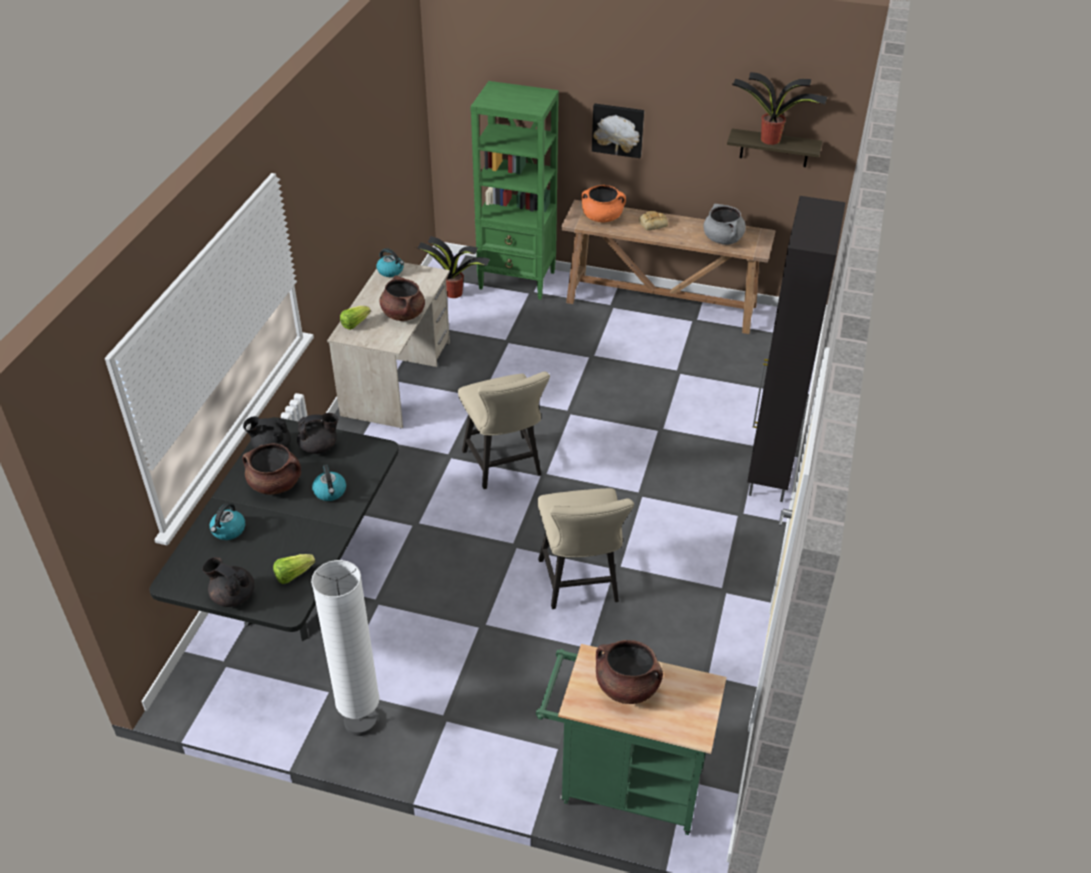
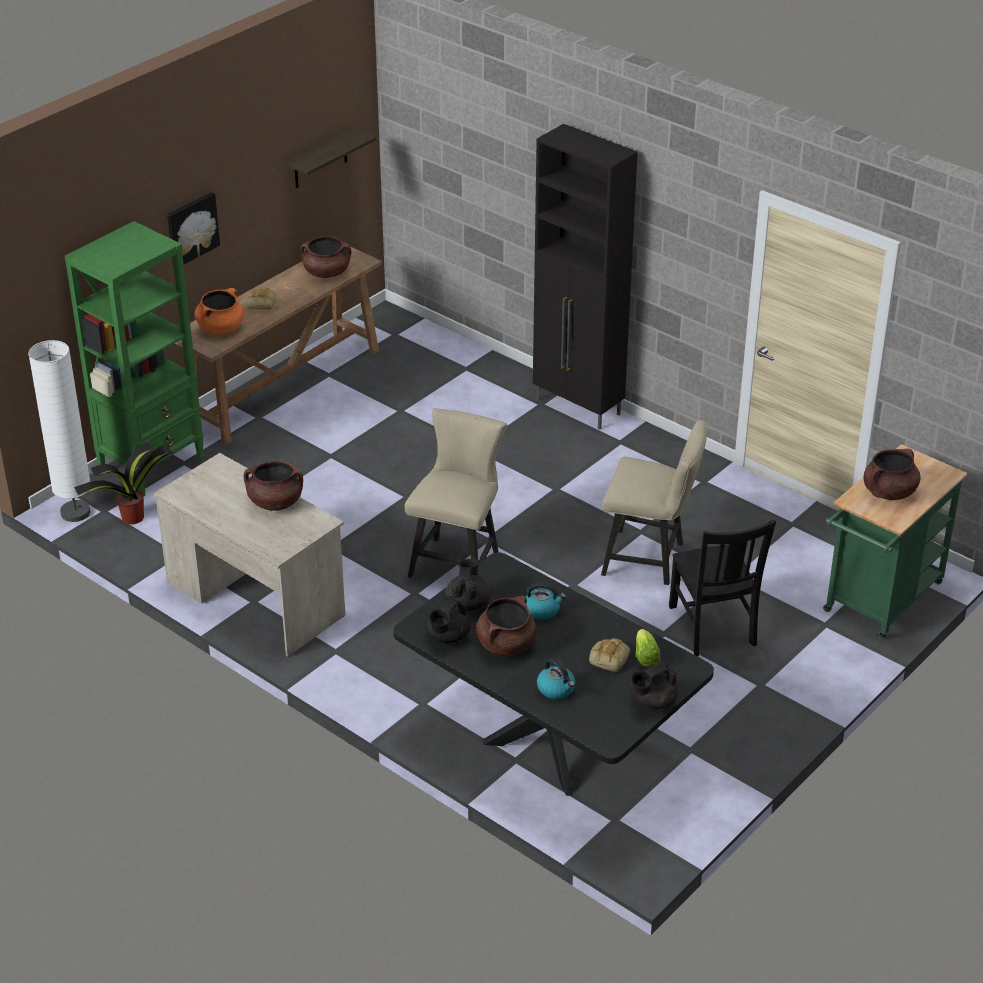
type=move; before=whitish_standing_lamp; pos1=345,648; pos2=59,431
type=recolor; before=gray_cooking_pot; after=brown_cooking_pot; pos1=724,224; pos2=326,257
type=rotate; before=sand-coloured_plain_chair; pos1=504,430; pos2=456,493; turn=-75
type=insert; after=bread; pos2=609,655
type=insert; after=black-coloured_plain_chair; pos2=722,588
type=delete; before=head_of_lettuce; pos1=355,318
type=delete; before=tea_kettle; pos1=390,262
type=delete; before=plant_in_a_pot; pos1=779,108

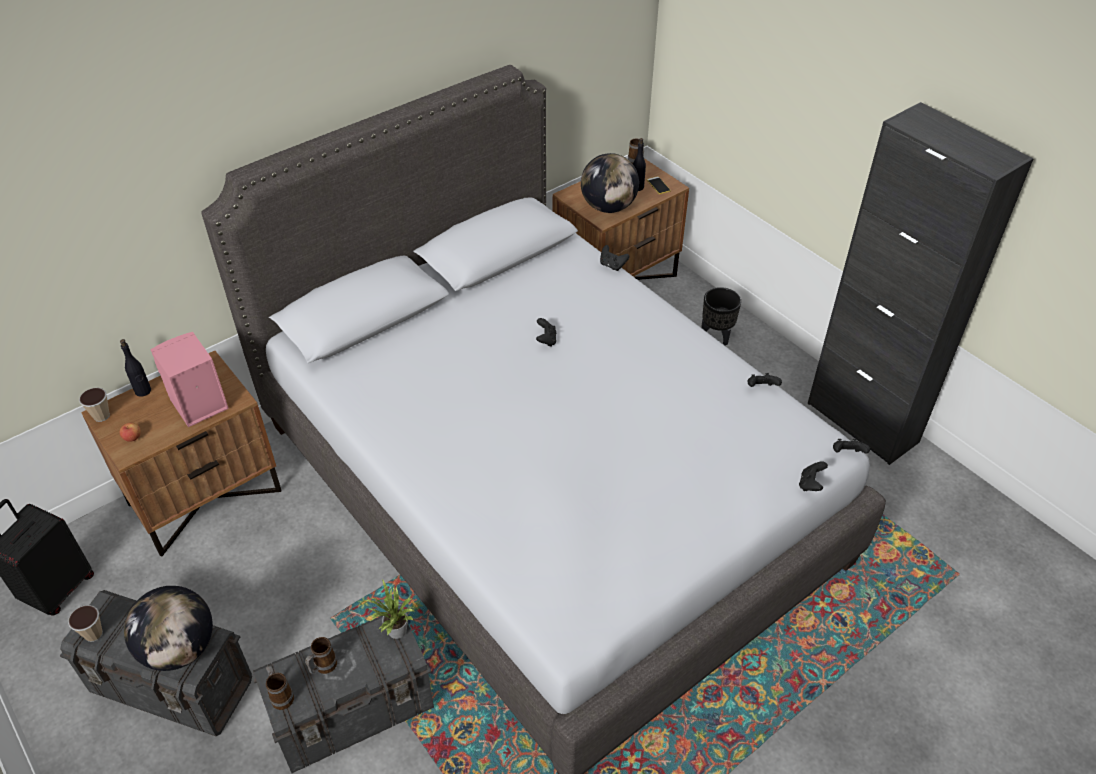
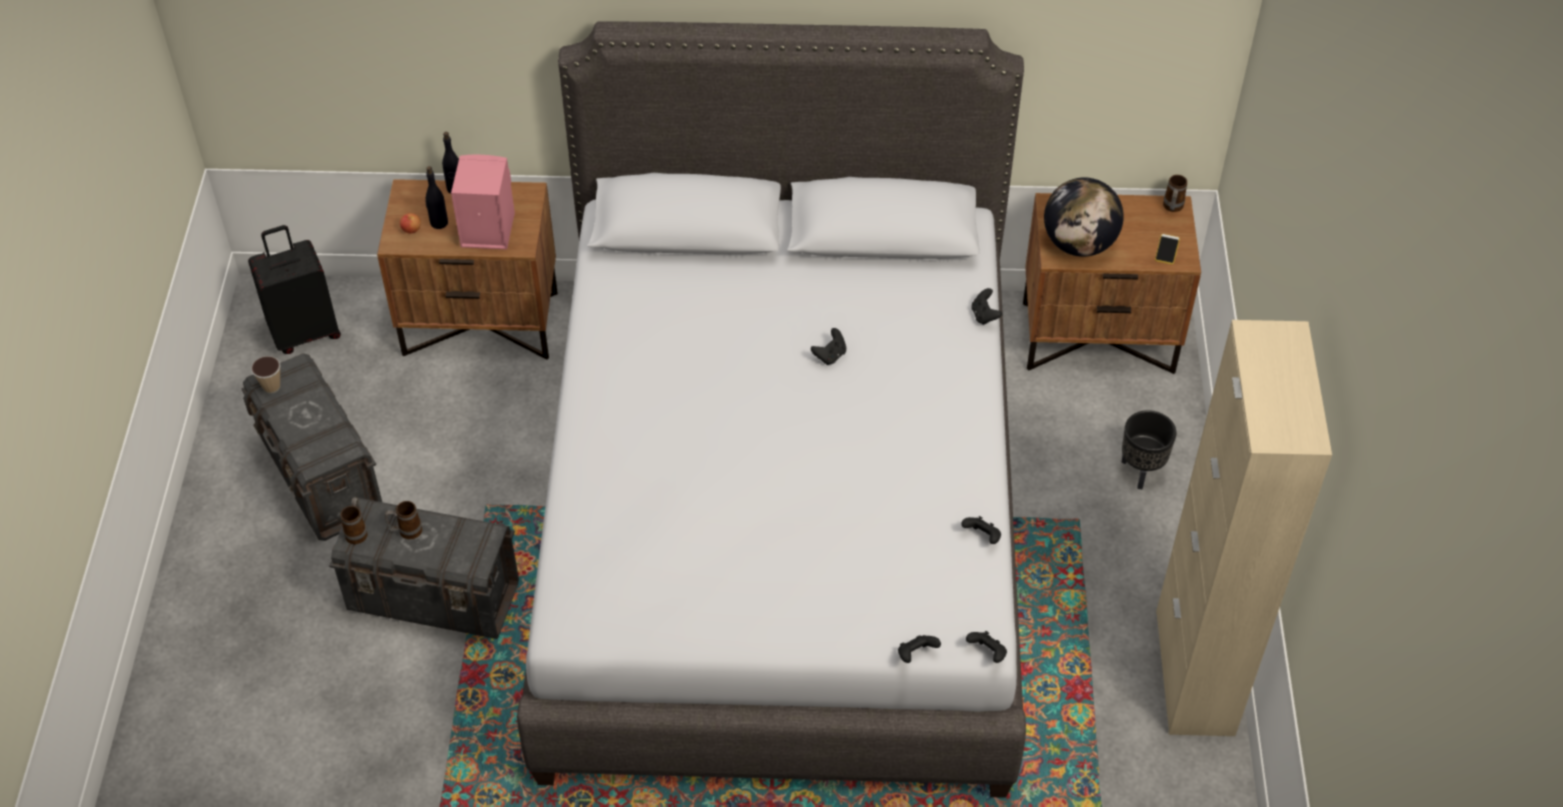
type=move; before=black-coloured_bottle; pos1=639,164; pos2=437,197
type=recolor; before=black-coloured_cabinet; after=sand-coloured_cabinet; pos1=920,283; pos2=1244,528
type=delete; before=drinking_cup; pos1=94,405
type=delete; before=desk_globe; pos1=168,628
type=delete; before=plant_in_a_pot; pos1=389,609

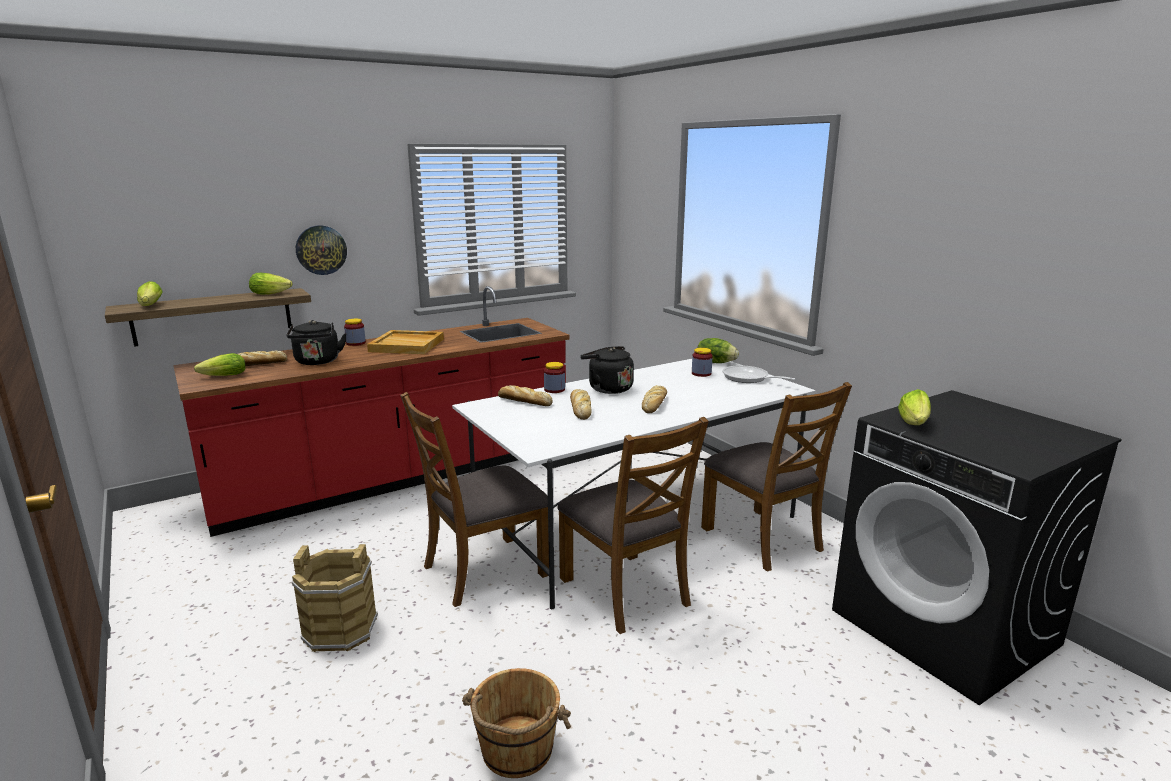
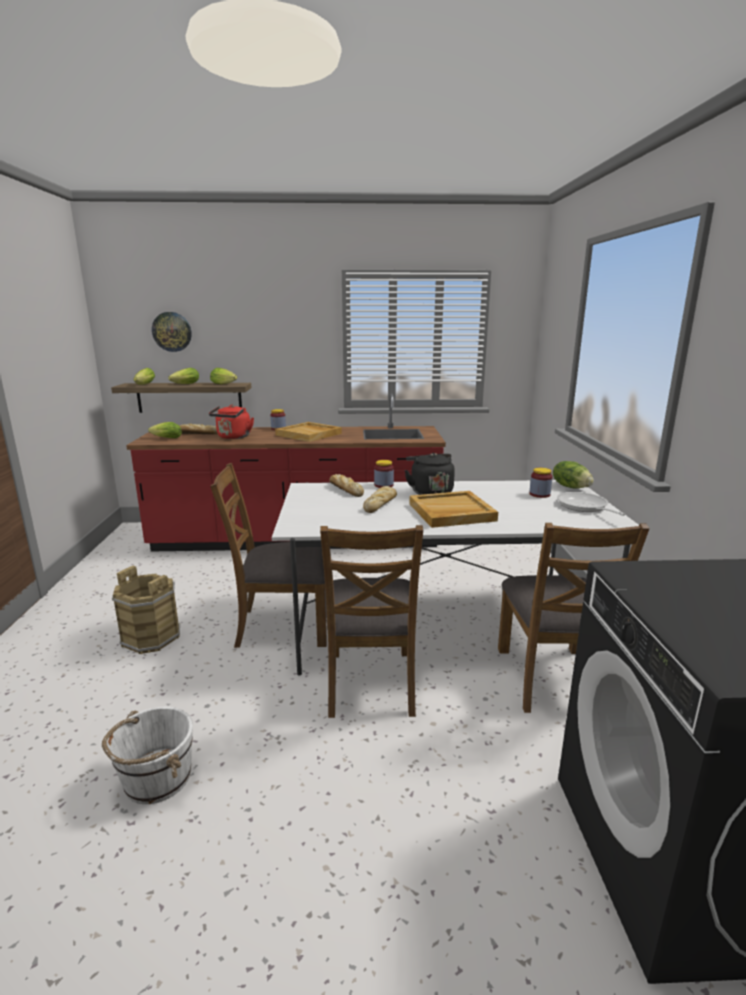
type=recolor; before=brown_bucket; after=whitish_bucket; pos1=516,723; pos2=147,755
type=move; before=clock_on_the_wall; pos1=321,250; pos2=172,332
type=move; before=head_of_lettuce; pos1=914,407; pos2=183,376
type=recolor; before=black-coloured_tea_kettle; after=red_tea_kettle; pos1=317,342; pos2=231,422
type=replace; before=bread; after=sand-coloured_serving_tray; pos1=654,399; pos2=453,509

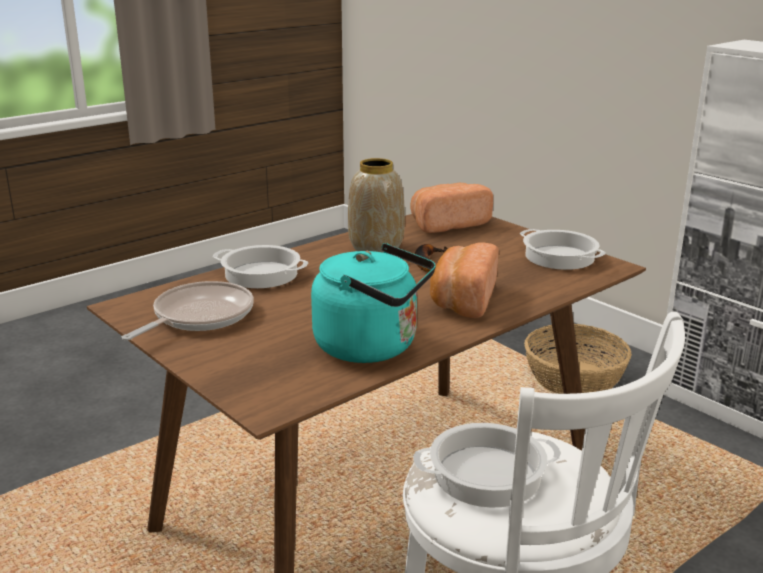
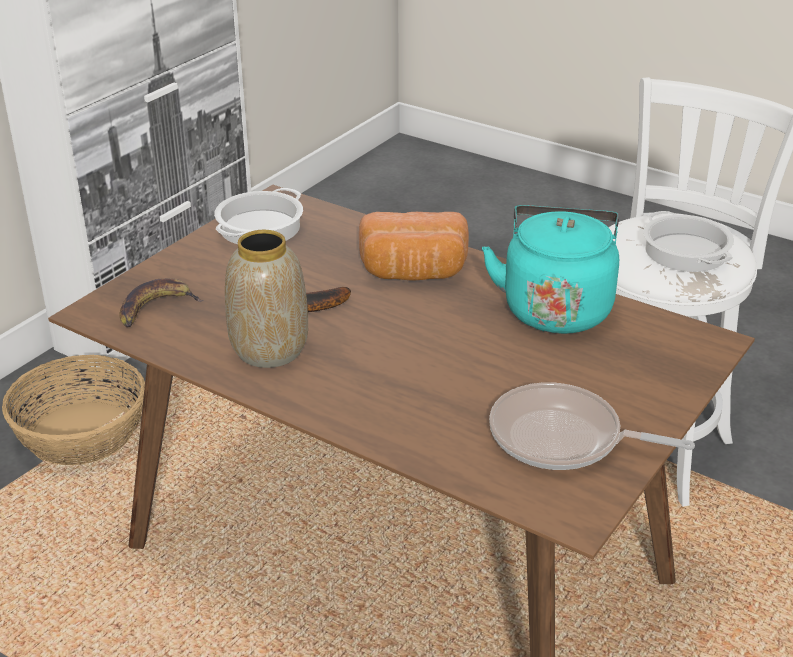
type=replace; before=bread; after=whole_banana; pos1=452,208; pos2=161,302
type=delete; before=cooking_pot; pos1=260,266

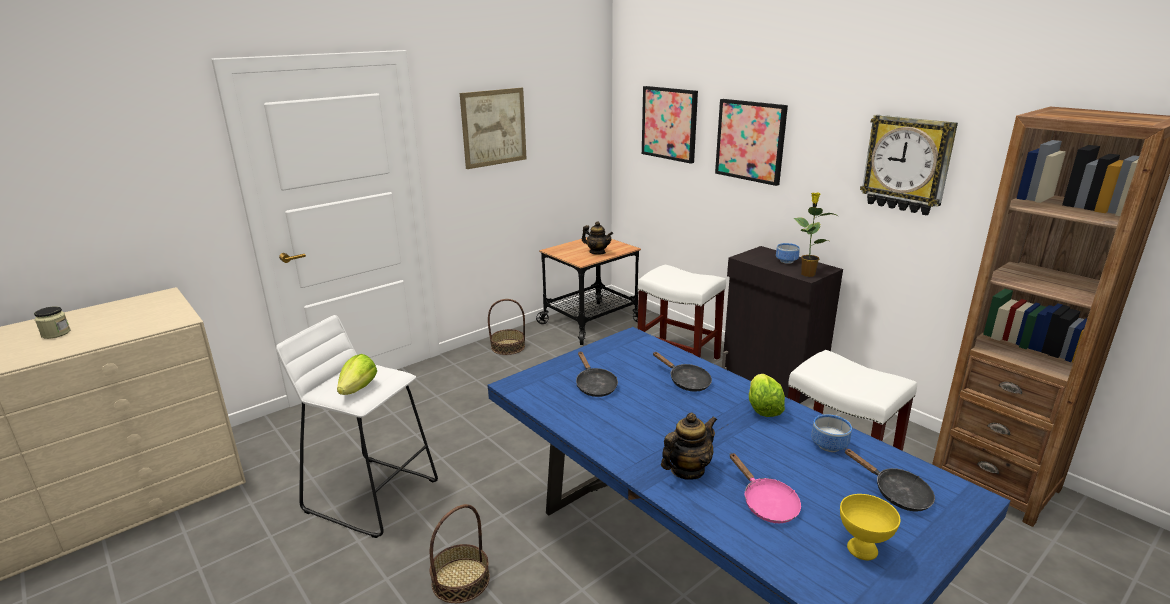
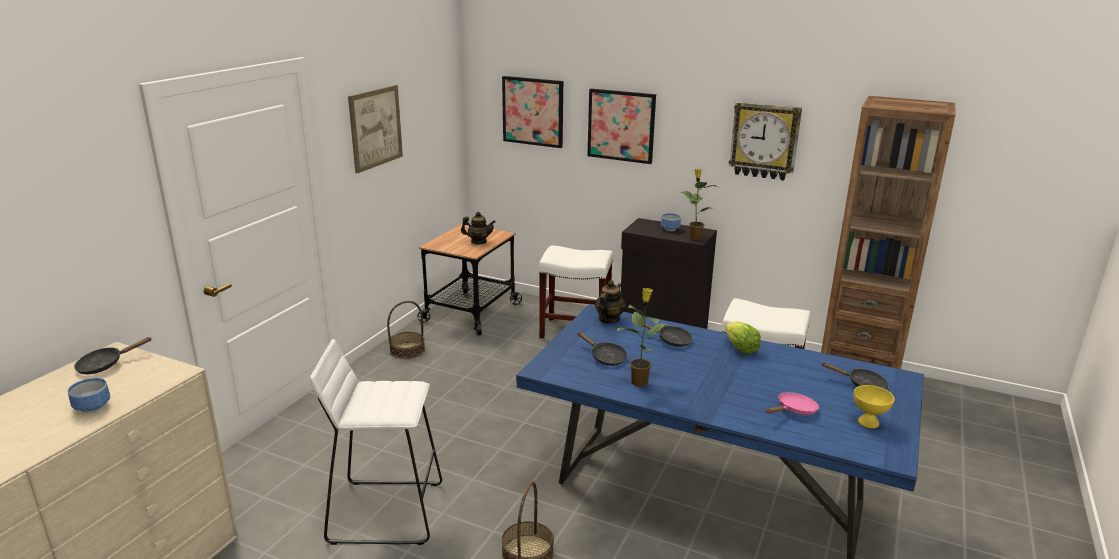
type=move; before=deep_dish; pos1=831,433; pos2=88,395
type=insert; after=black-coloured_pan; pos2=112,355
type=move; before=teapot; pos1=689,446; pos2=610,302
type=insert; after=plant_in_a_pot; pos2=643,337
type=rotate; before=pink_pan; pos1=765,488; pos2=792,403; turn=-75
type=delete; before=storage_jar; pos1=52,322
type=delete; before=head_of_lettuce; pos1=357,374

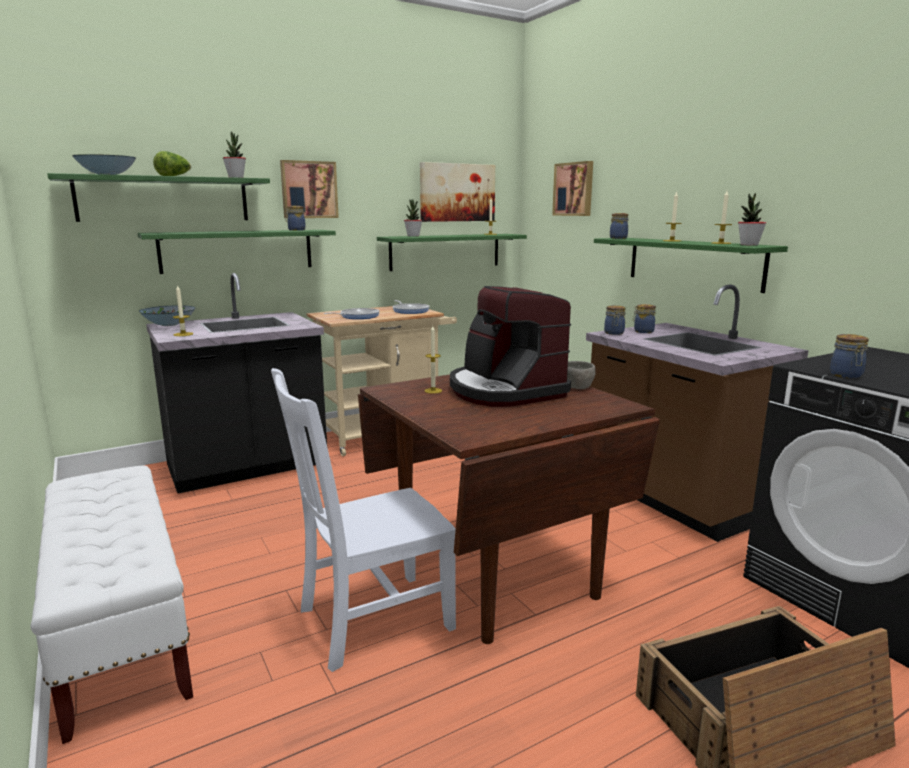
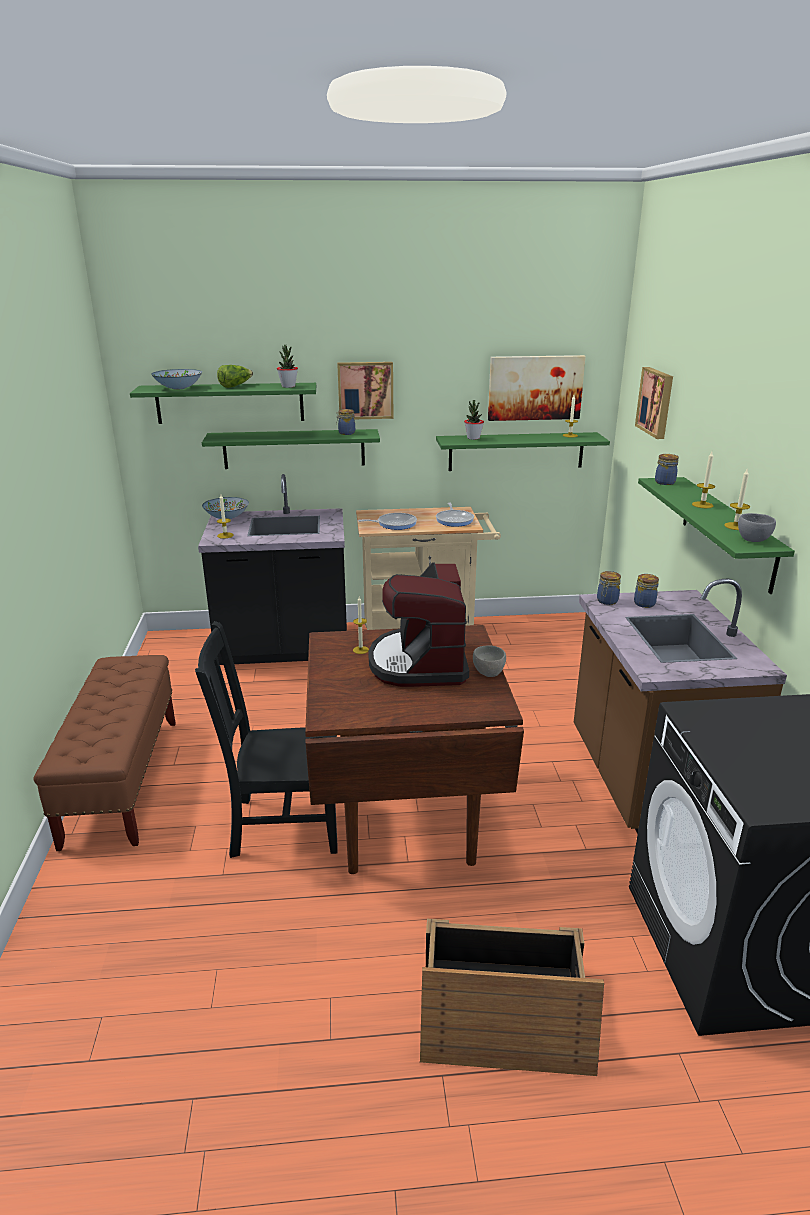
type=recolor; before=whitish_indoor_bench; after=brown_indoor_bench; pos1=112,604; pos2=104,753
type=recolor; before=whitish_plain_chair; after=black-coloured_plain_chair; pos1=363,520; pos2=266,739
type=replace; before=plant_in_a_pot; after=gray_deep_dish; pos1=752,219; pos2=757,527
type=delete; before=storage_jar; pos1=849,356

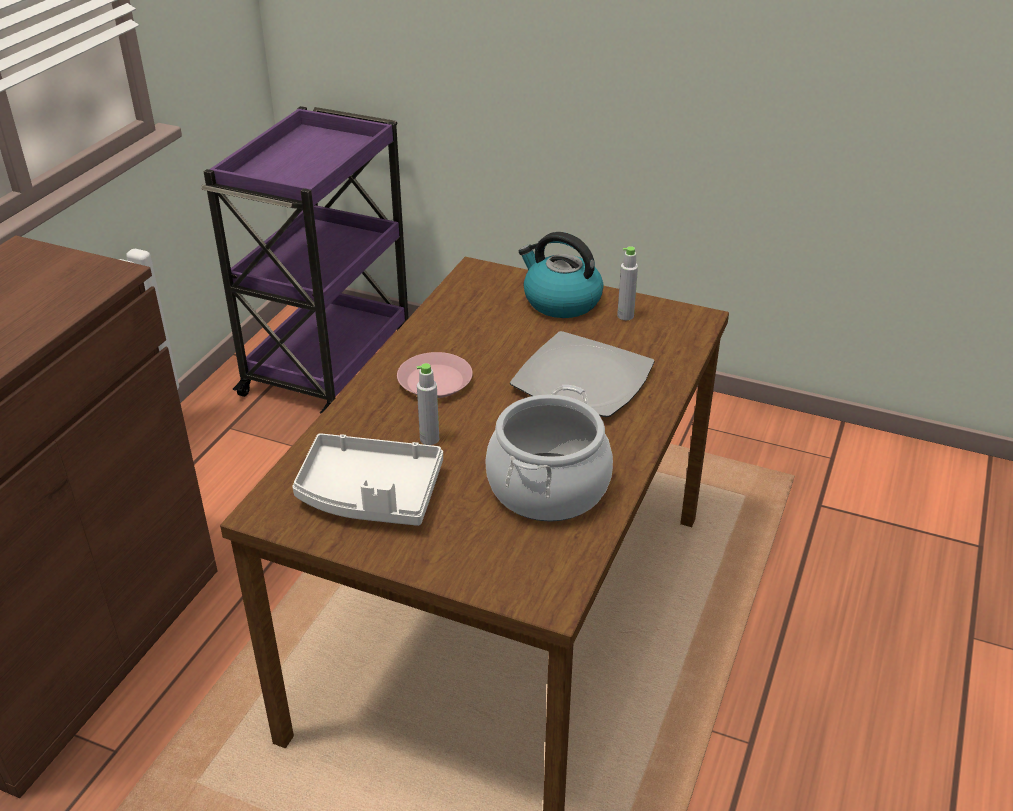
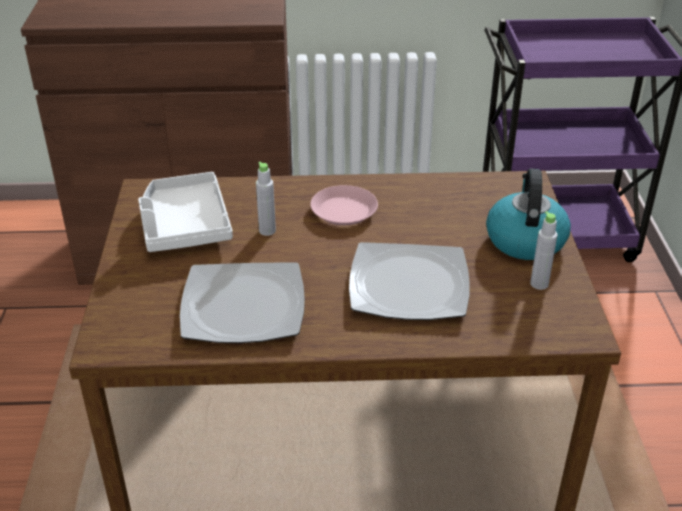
type=replace; before=cooking_pot; after=plate; pos1=549,453; pos2=242,302

